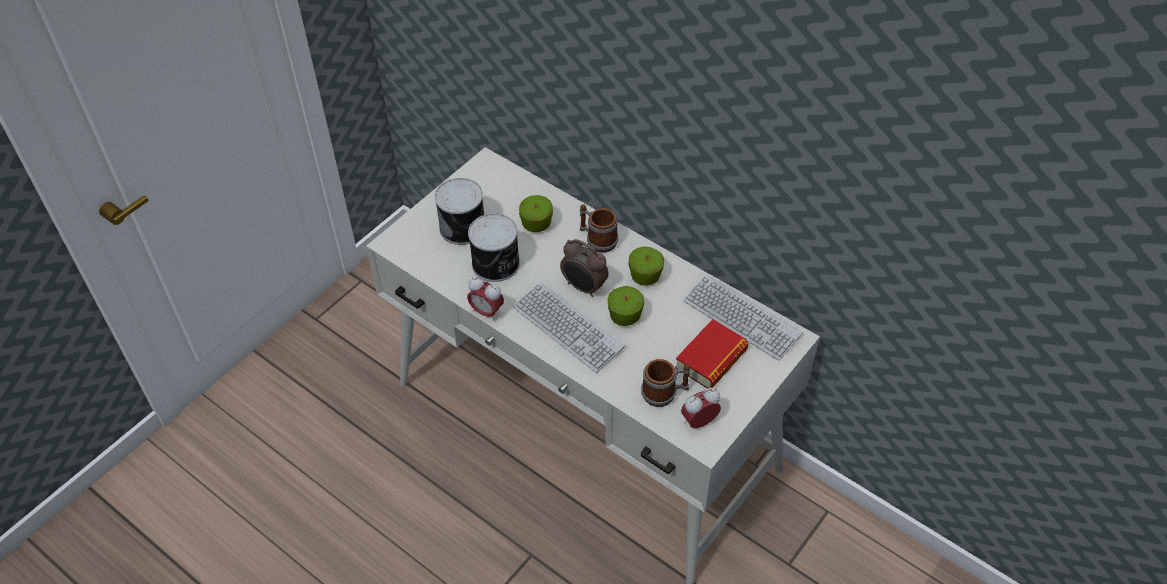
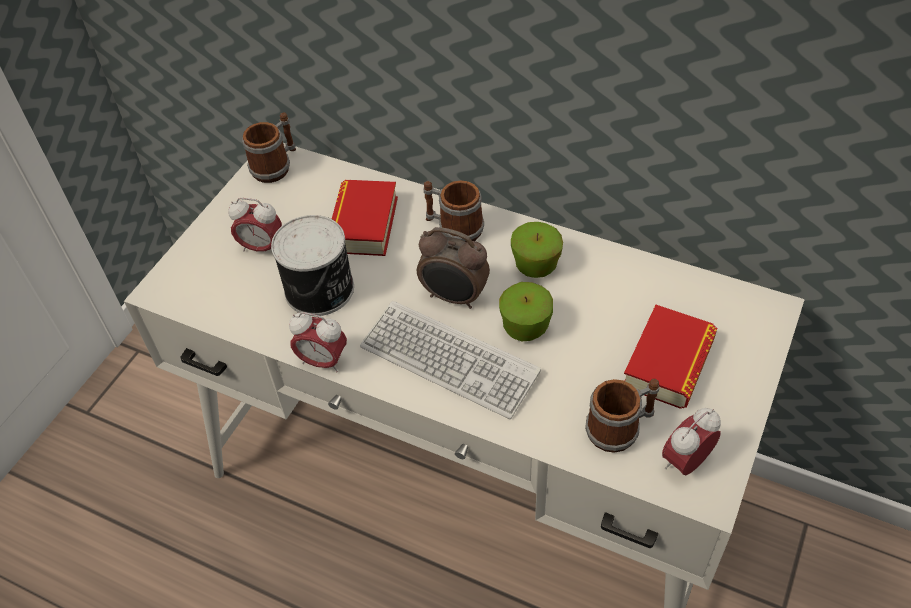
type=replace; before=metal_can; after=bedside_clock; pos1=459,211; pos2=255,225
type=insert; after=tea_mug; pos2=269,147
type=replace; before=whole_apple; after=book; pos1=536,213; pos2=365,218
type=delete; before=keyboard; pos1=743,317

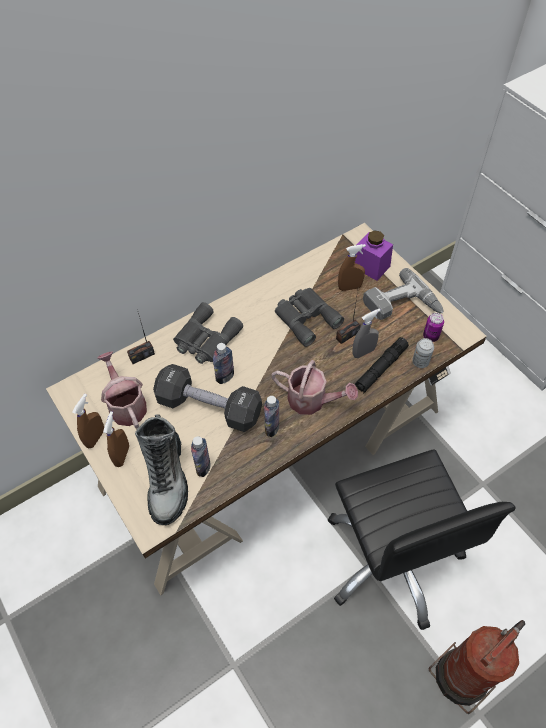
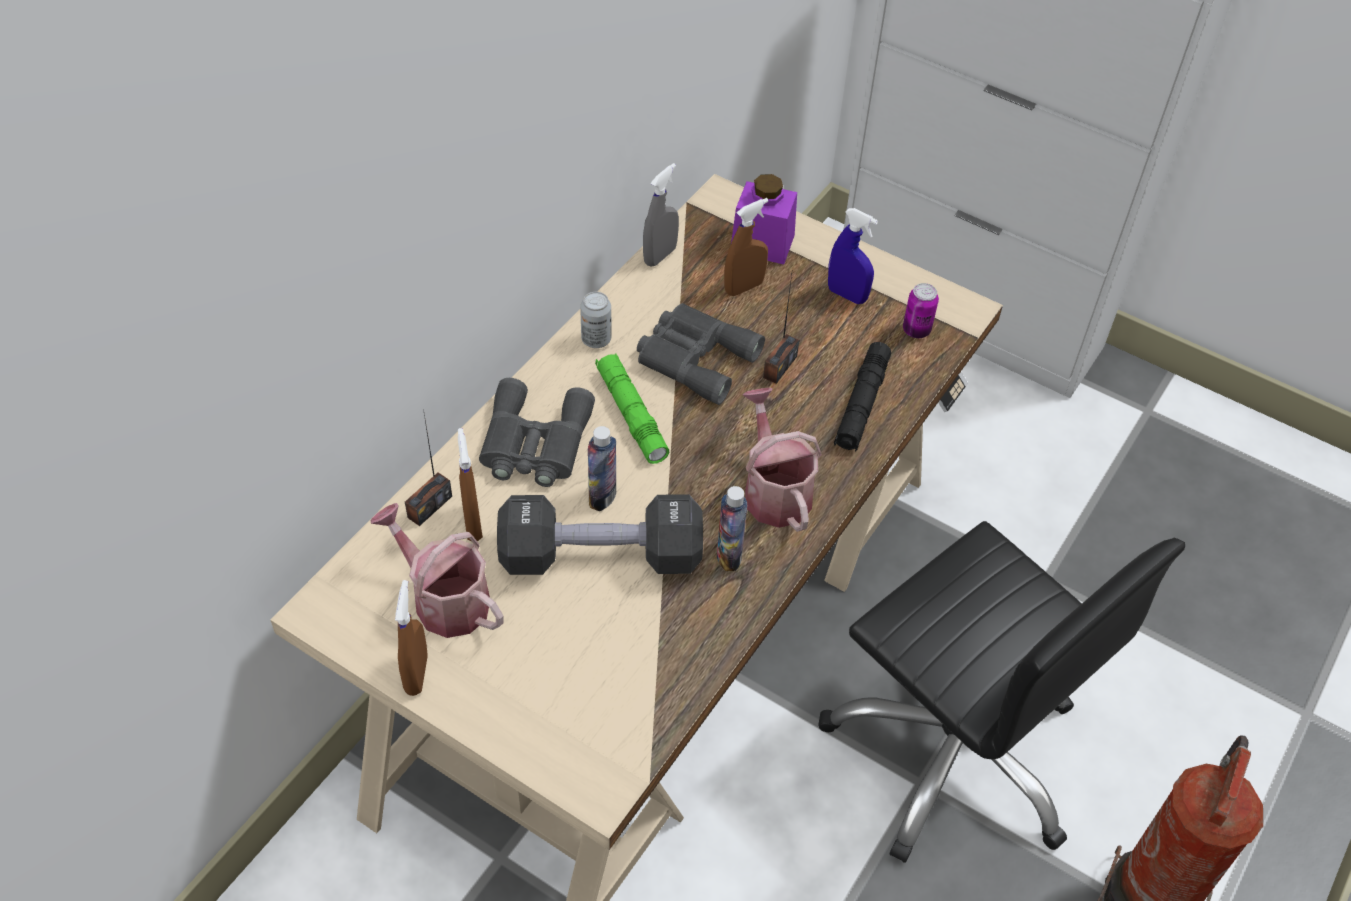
type=move; before=brown_spray_bottle; pos1=116,439; pos2=470,484
type=move; before=metal_can; pos1=423,353; pos2=595,320
type=insert; after=greenish_hand_torch; pos2=632,409
type=move; before=gray_spray_bottle; pos1=366,333; pos2=661,215
type=rotate; before=watering_pot; pos1=315,387; pos2=782,460; turn=-105
type=replace; before=electric_drill; after=blue_spray_bottle; pos1=403,294; pos2=853,256
type=delete; before=boot; pos1=161,470
type=delete; before=bottle; pos1=201,456

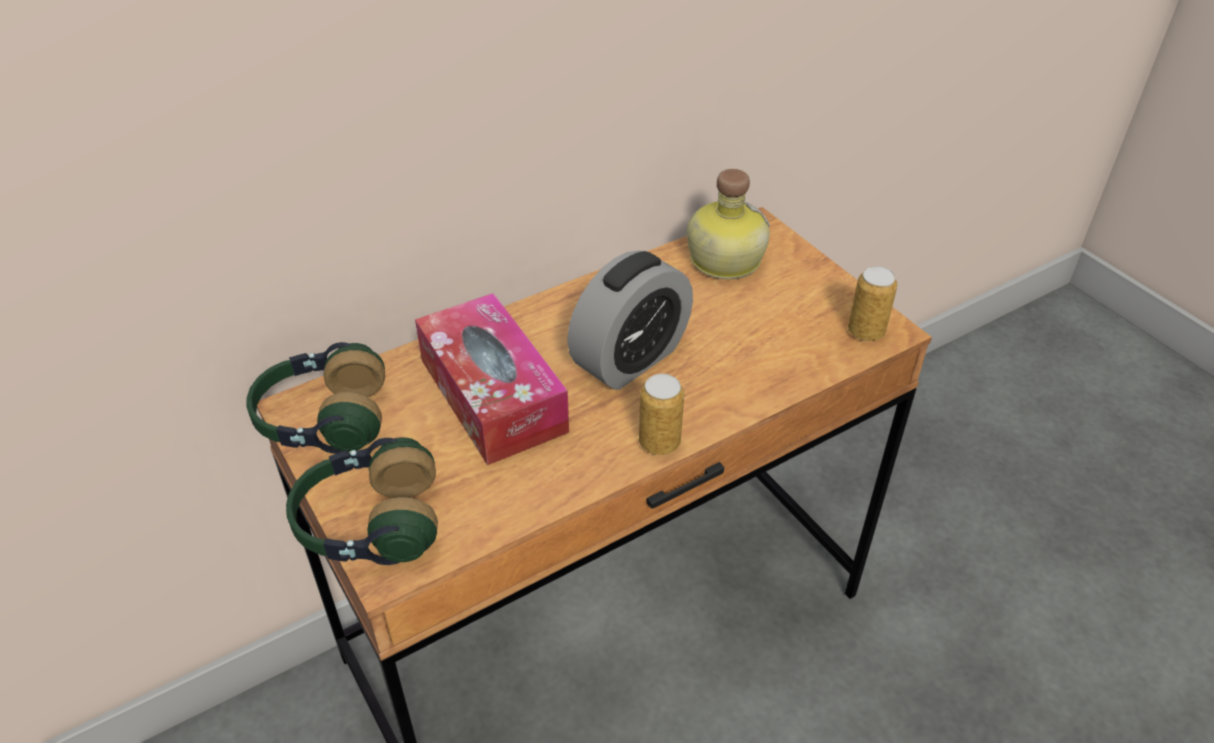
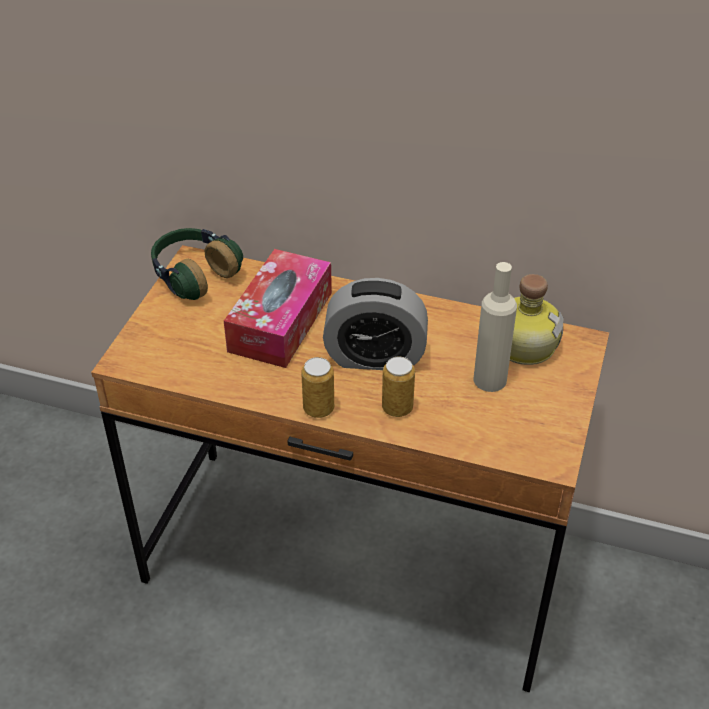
type=move; before=metal_can; pos1=872,303; pos2=398,386
type=insert; after=sand-coloured_bottle; pos2=495,327
type=delete; before=pair_of_headphones; pos1=362,501

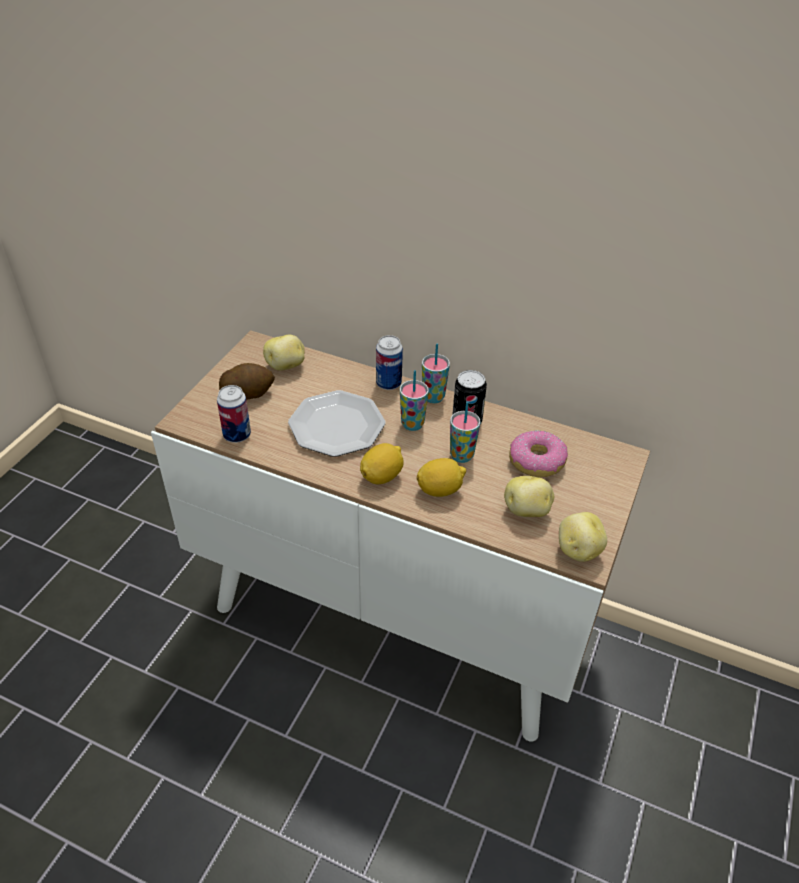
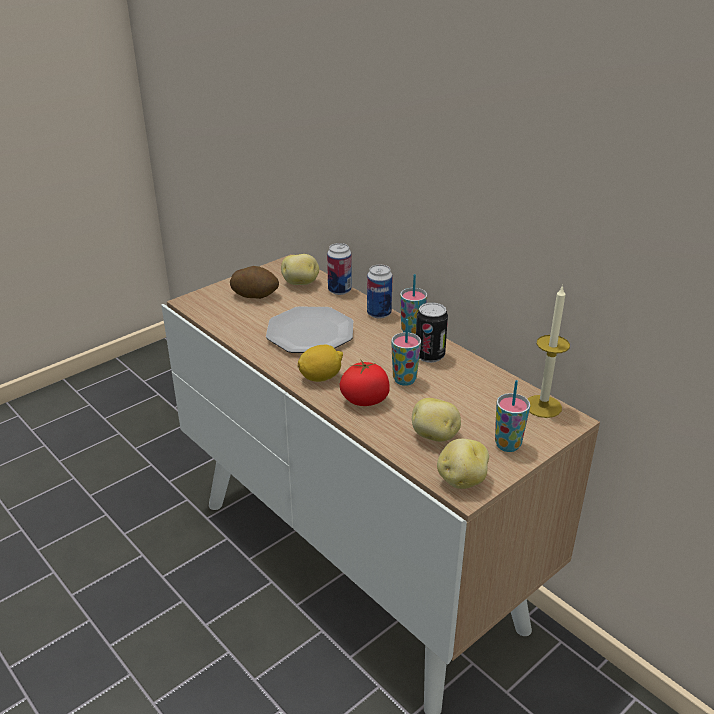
type=move; before=metal_can; pos1=234,414; pos2=339,269
type=replace; before=whole_lemon; after=whole_tomato; pos1=441,477; pos2=365,382
type=move; before=drinking_cup; pos1=414,400; pos2=512,416
type=insert; after=wax_light; pos2=549,351
type=delete; before=donut; pos1=538,454

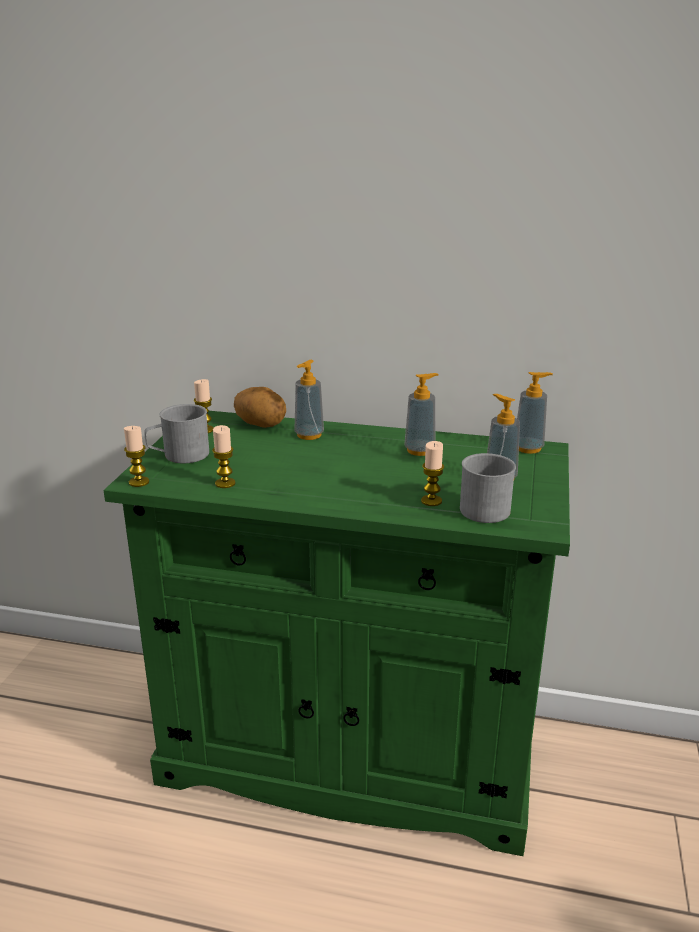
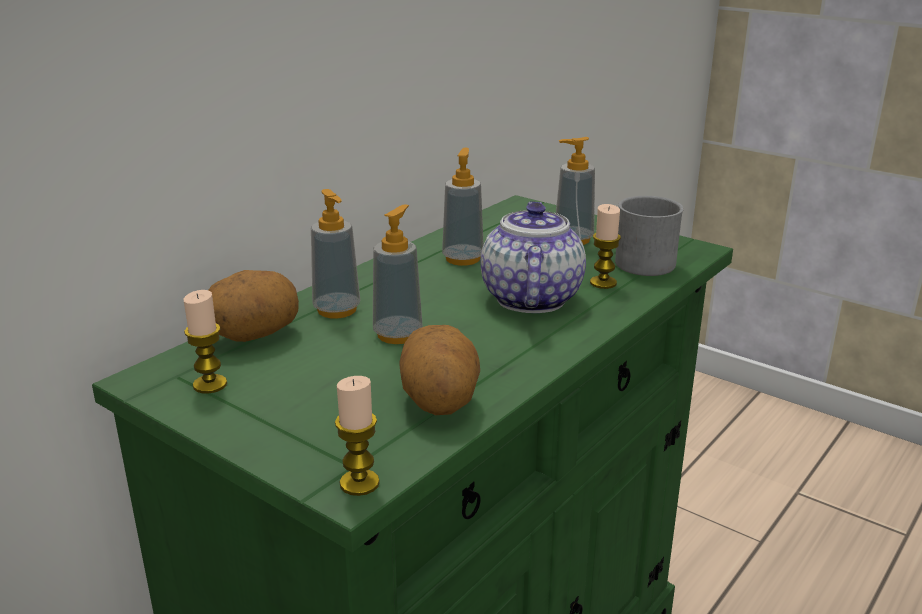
type=move; before=soap_dispenser; pos1=535,413; pos2=398,274
type=replace; before=wax_light; after=whole_potato; pos1=224,456; pos2=439,370
type=insert; after=teapot; pos2=533,257
type=delete; before=gray_tea_mug; pos1=176,433

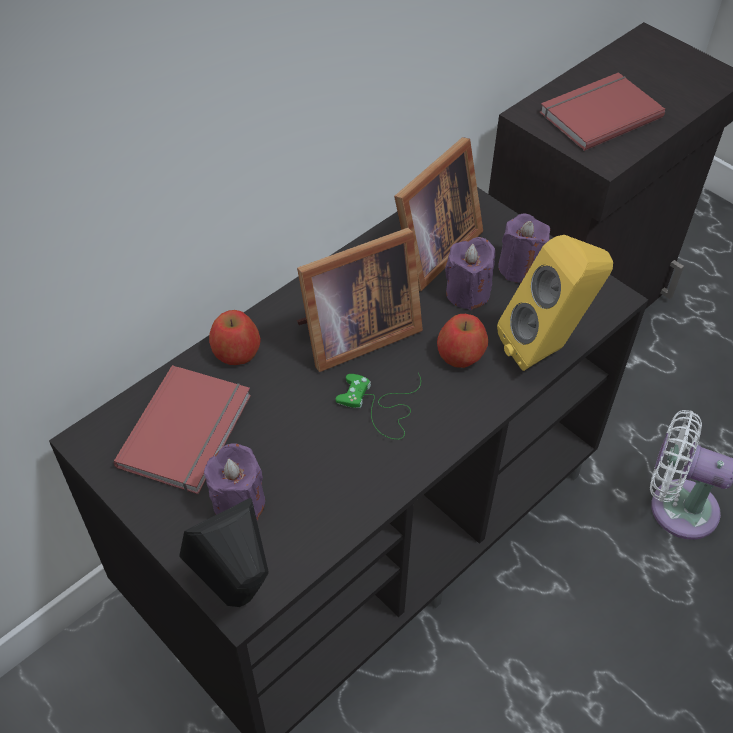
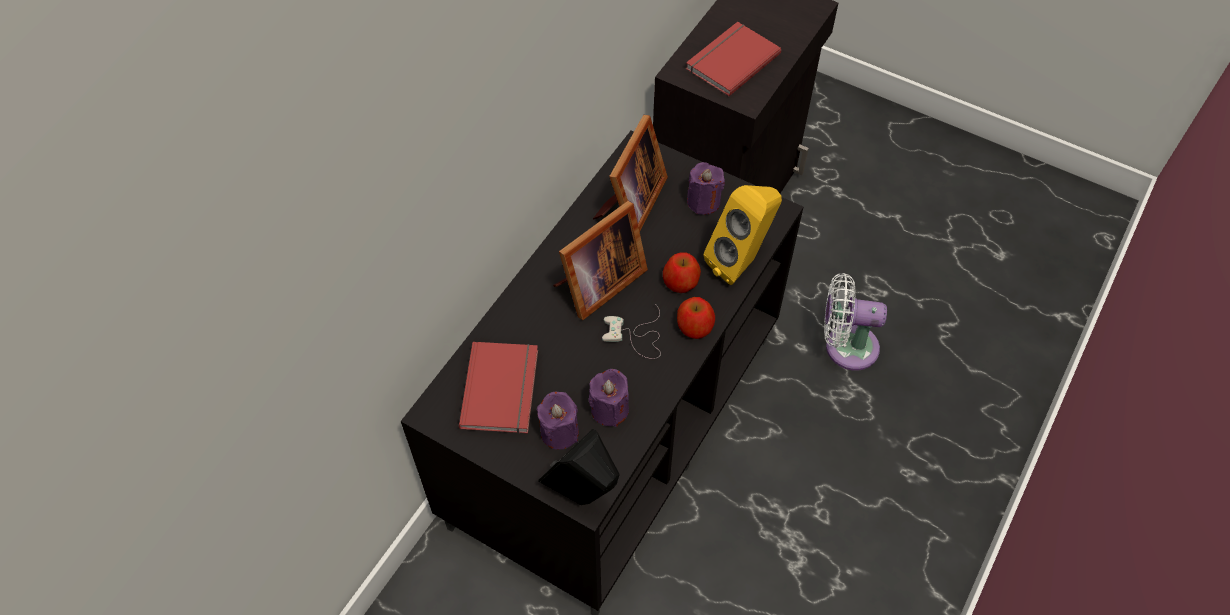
type=move; before=purple_wax_light; pos1=470,273; pos2=608,398
type=recolor; before=greenish_gamepad; after=whitish_gamepad; pos1=378,406; pos2=631,331
type=move; before=whole_apple; pos1=235,337; pos2=696,318

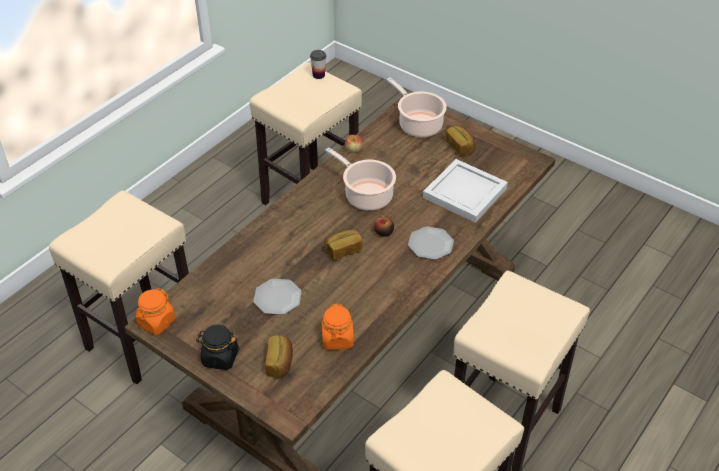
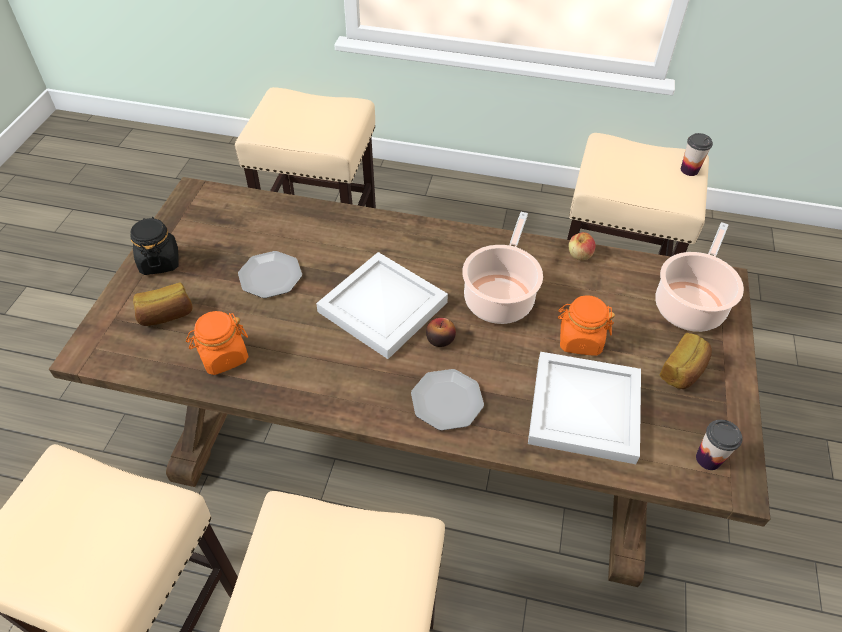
type=replace; before=bread; after=whitish_serving_tray; pos1=343,244; pos2=382,305
type=move; before=orange_storage_jar; pos1=155,311; pos2=586,325
type=insert; after=drinking_cup; pos2=719,445

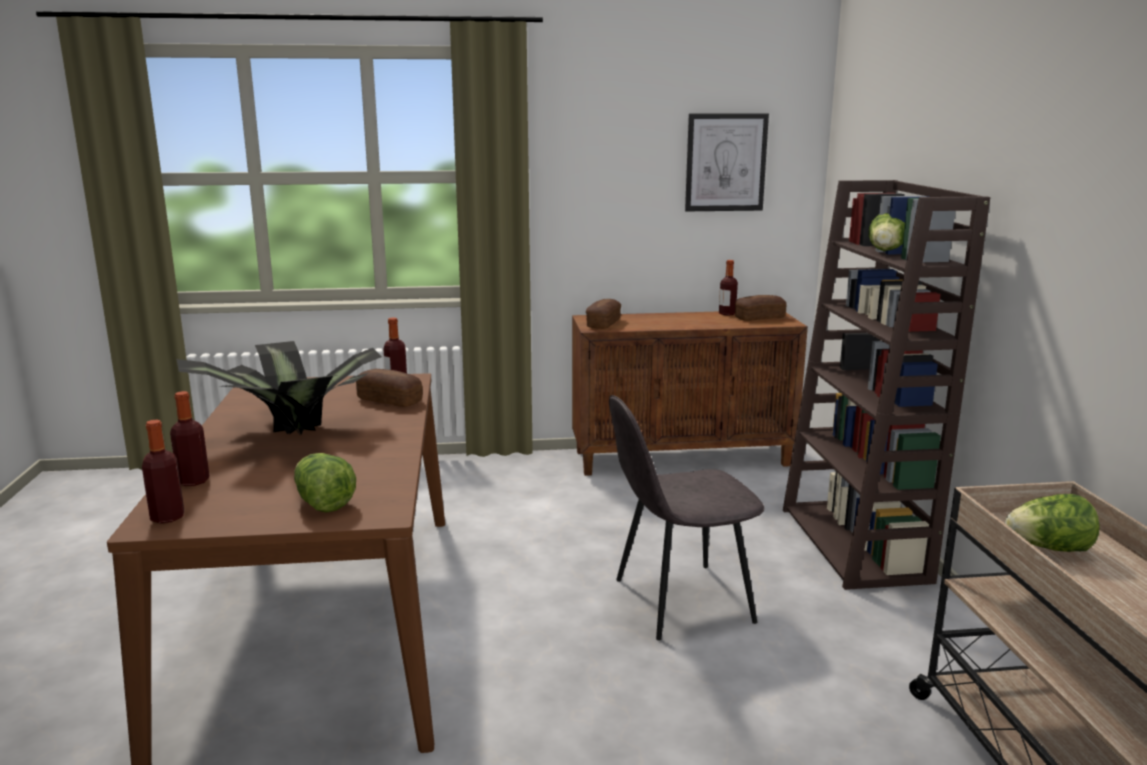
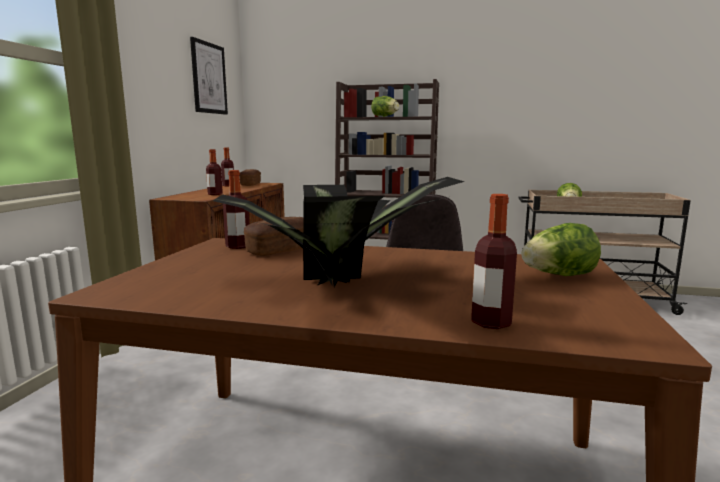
type=move; before=bottle; pos1=163,471; pos2=214,172
type=delete; before=bread; pos1=603,314

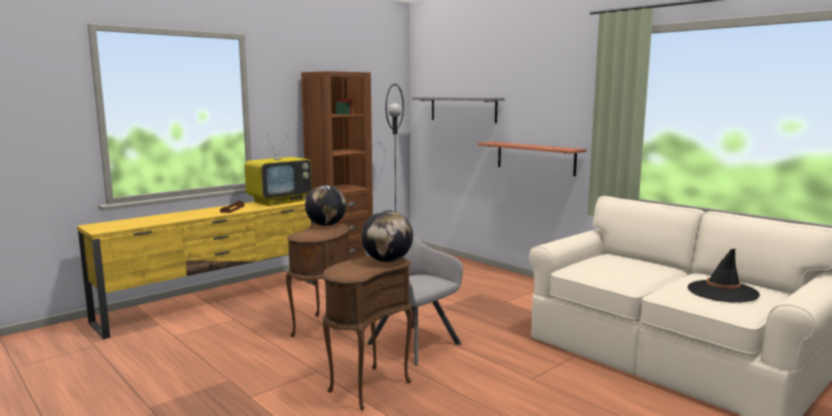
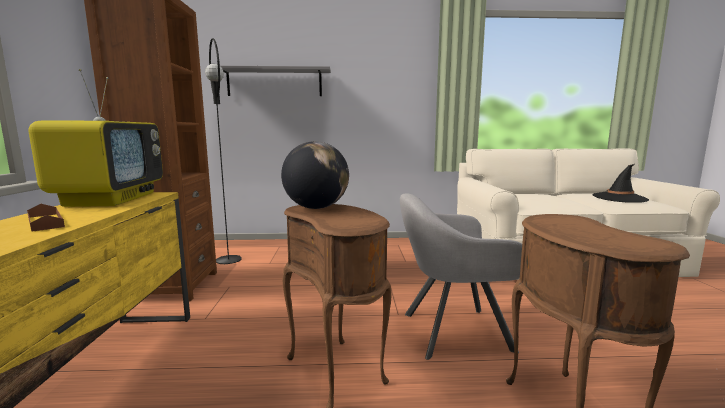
type=delete; before=desk_globe; pos1=387,236
type=delete; before=bracket_shelf; pos1=532,159

